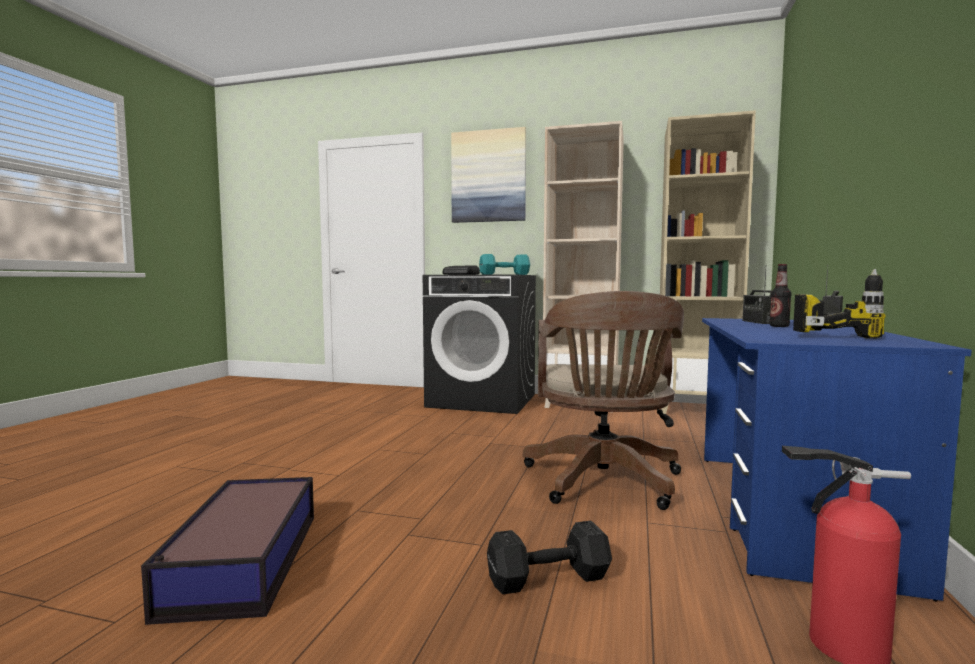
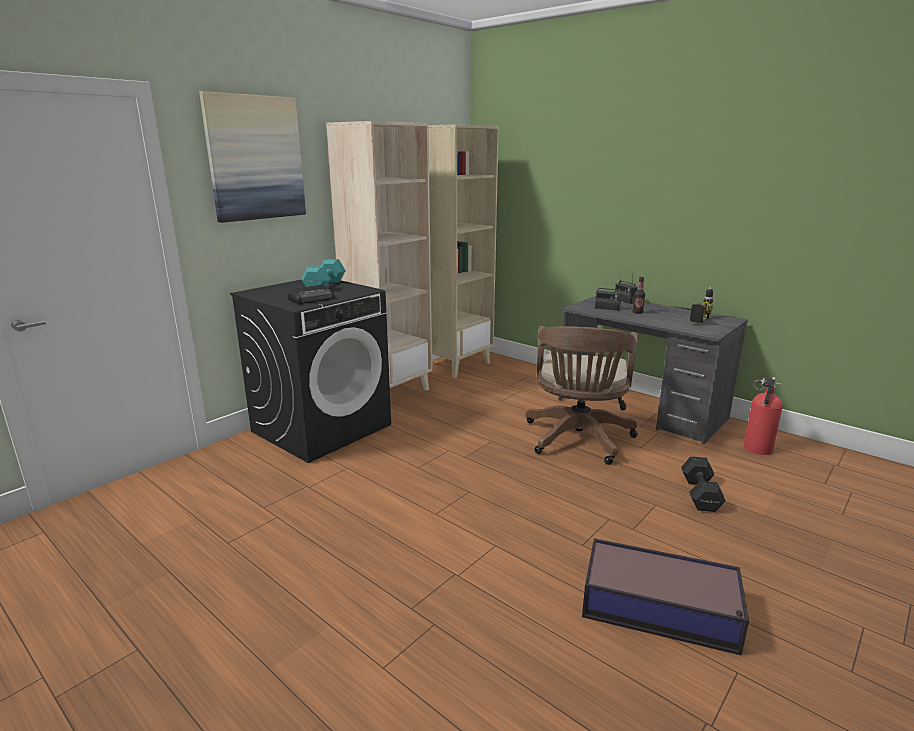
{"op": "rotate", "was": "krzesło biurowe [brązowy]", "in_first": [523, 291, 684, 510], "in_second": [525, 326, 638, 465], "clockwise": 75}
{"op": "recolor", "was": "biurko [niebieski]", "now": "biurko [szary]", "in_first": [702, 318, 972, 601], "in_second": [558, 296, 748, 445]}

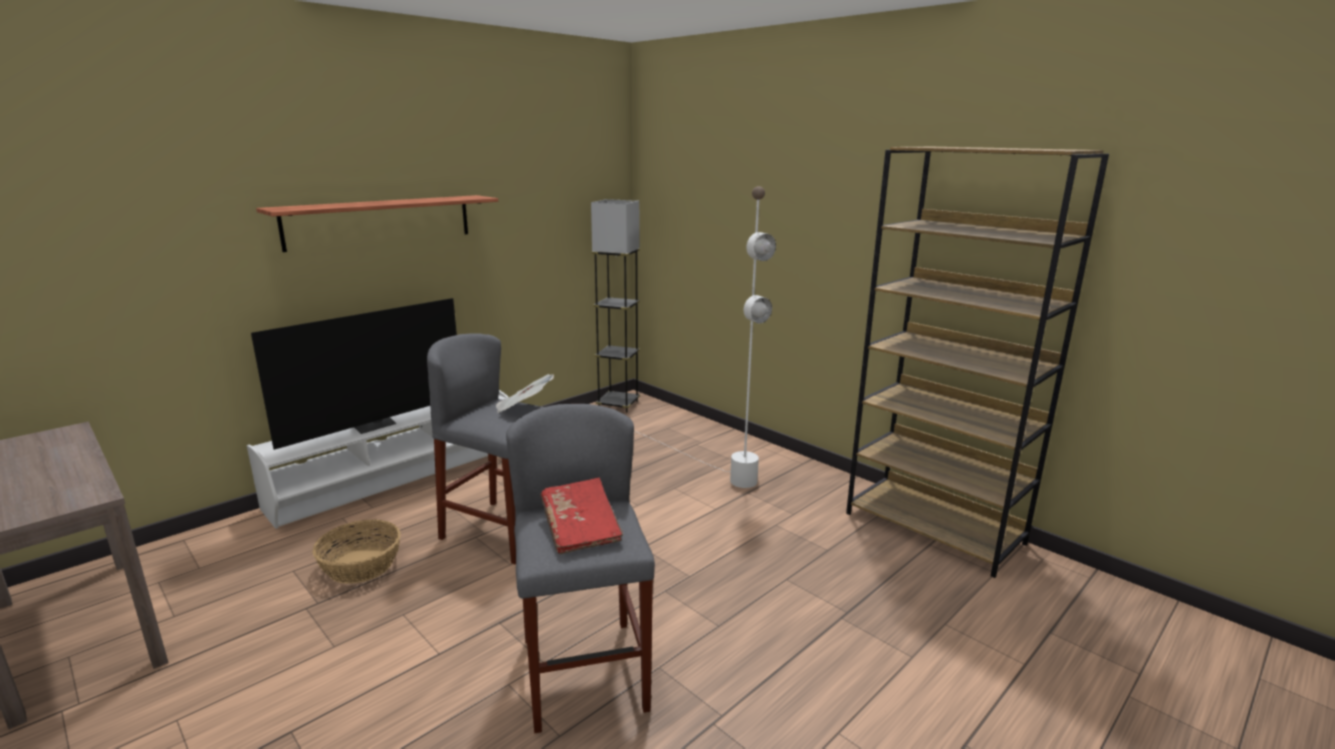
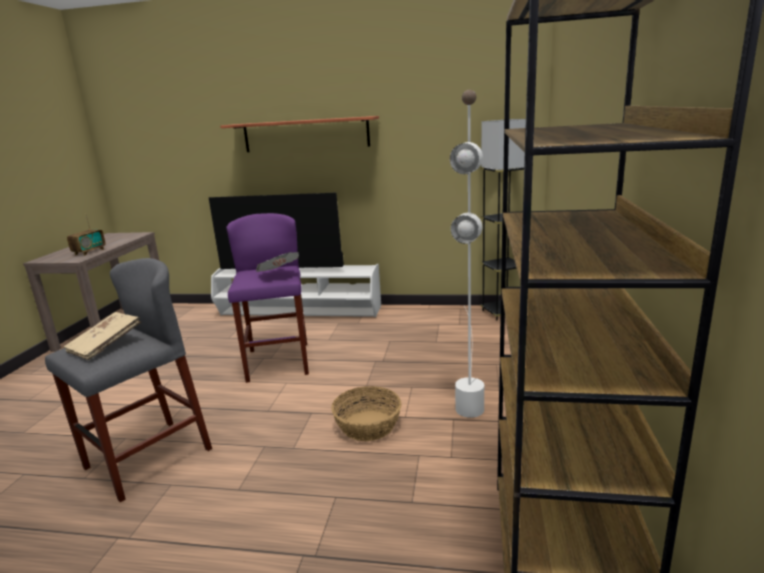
{"op": "move", "was": "koszyk", "in_first": [312, 520, 401, 584], "in_second": [331, 386, 402, 441]}
{"op": "recolor", "was": "stołek [szary]", "now": "stołek [fioletowy]", "in_first": [427, 333, 543, 564], "in_second": [226, 213, 309, 383]}
{"op": "recolor", "was": "książka [czerwony]", "now": "książka [beżowy]", "in_first": [540, 477, 623, 555], "in_second": [64, 312, 141, 360]}
{"op": "insert", "now": "radio", "in_second": [67, 215, 106, 256]}

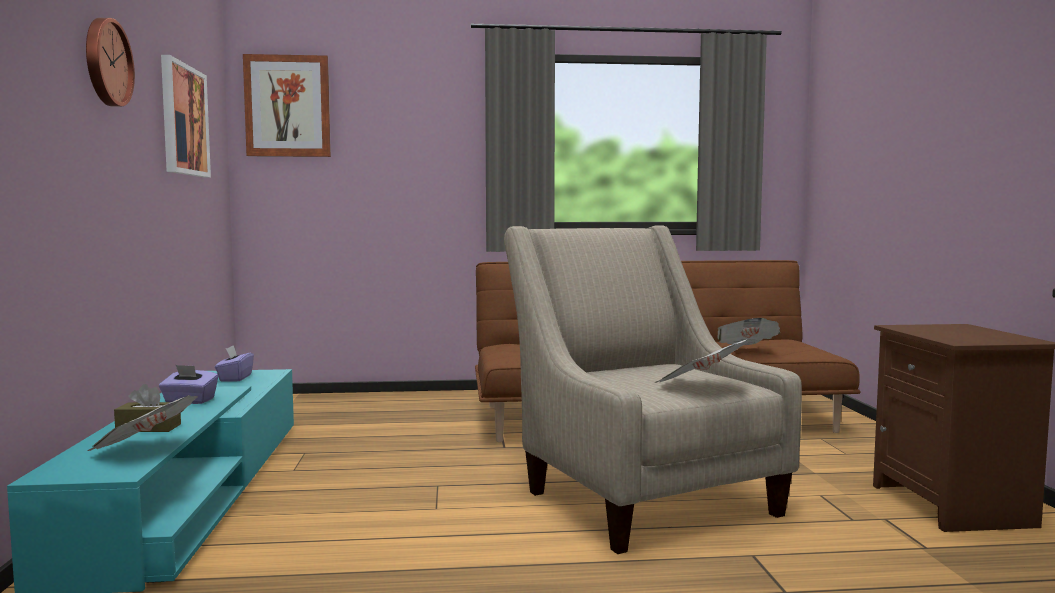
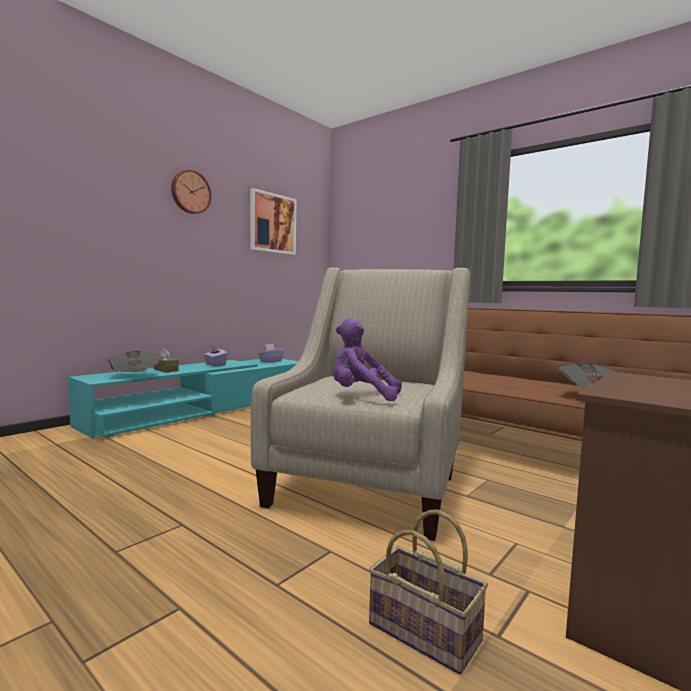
{"op": "delete", "was": "obraz", "in_first": [243, 54, 331, 157]}
{"op": "replace", "was": "gazeta", "now": "pluszak [fioletowy]", "in_first": [655, 339, 748, 383], "in_second": [333, 318, 402, 401]}
{"op": "insert", "now": "koszyk", "in_second": [369, 510, 488, 675]}

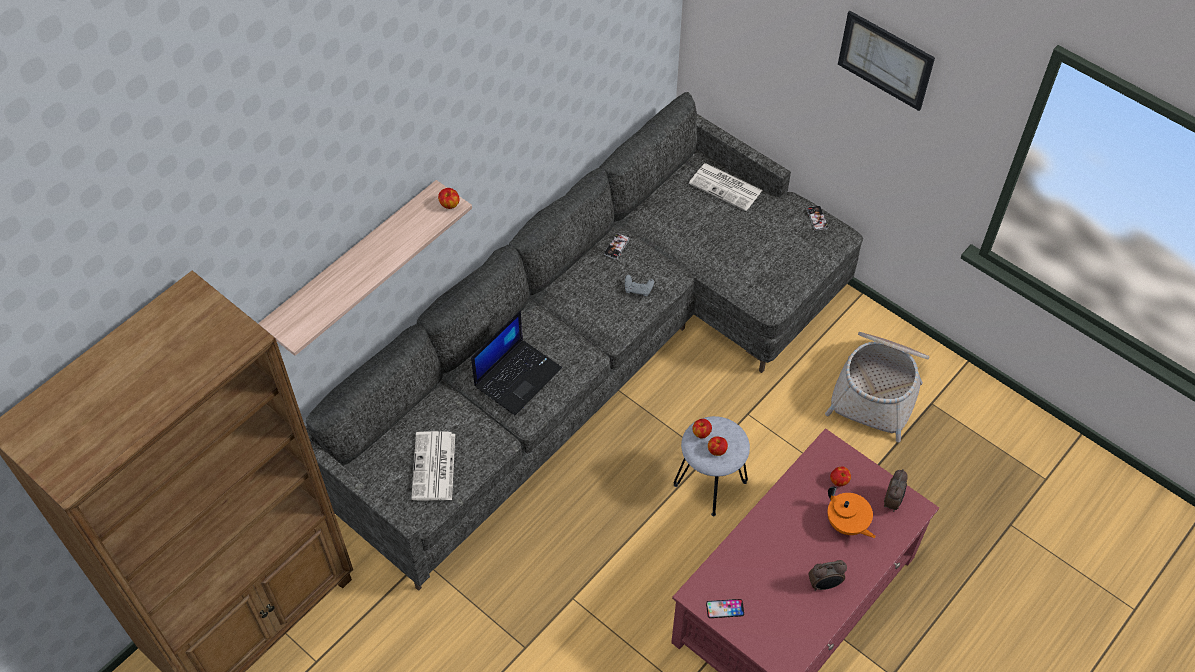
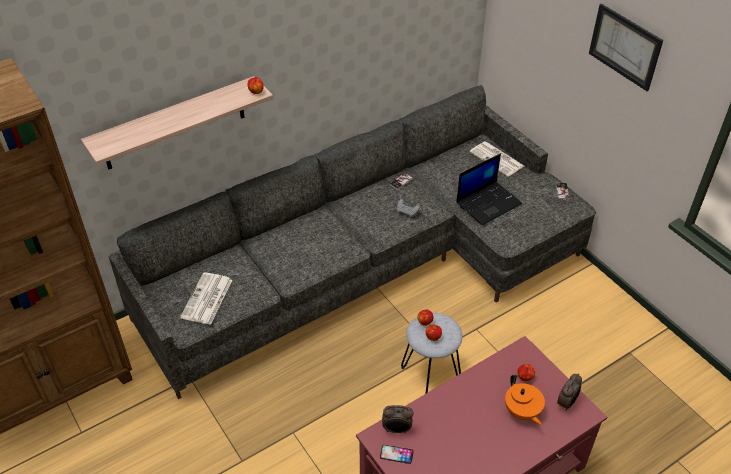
{"op": "move", "was": "laptop", "in_first": [471, 310, 562, 415], "in_second": [456, 153, 522, 226]}
{"op": "move", "was": "budzik", "in_first": [808, 560, 847, 591], "in_second": [382, 405, 413, 434]}
{"op": "delete", "was": "koszyk", "in_first": [825, 332, 929, 442]}

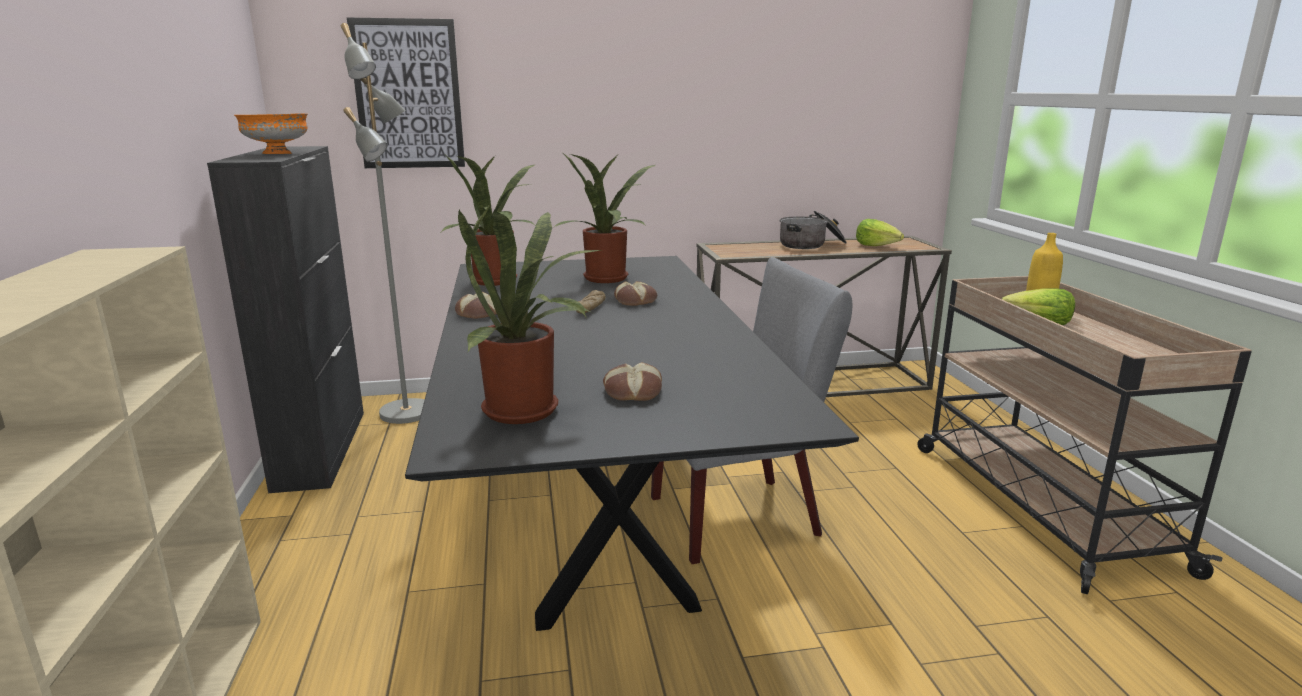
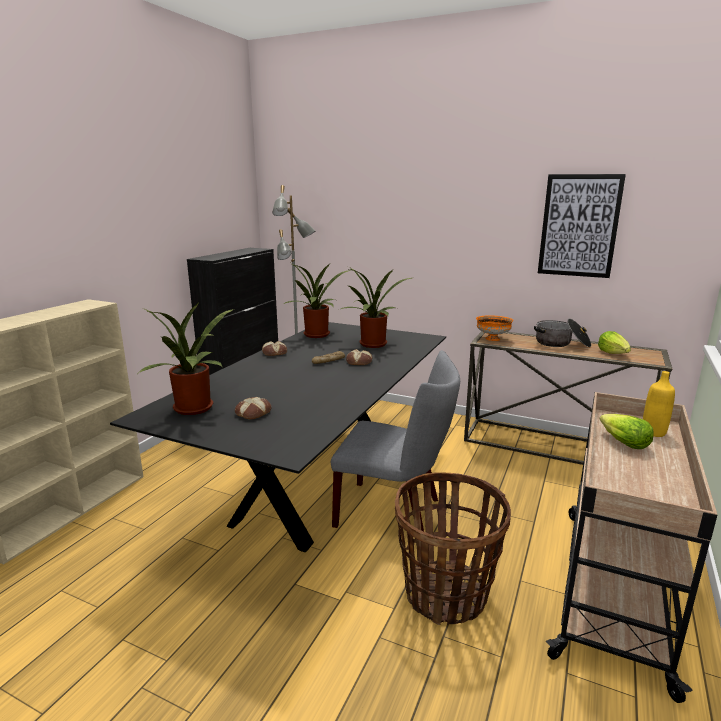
{"op": "move", "was": "miska [pomarańczowy]", "in_first": [234, 114, 308, 154], "in_second": [476, 315, 513, 341]}
{"op": "move", "was": "obraz", "in_first": [347, 17, 465, 168], "in_second": [538, 174, 626, 278]}
{"op": "insert", "now": "koszyk", "in_second": [395, 472, 511, 625]}

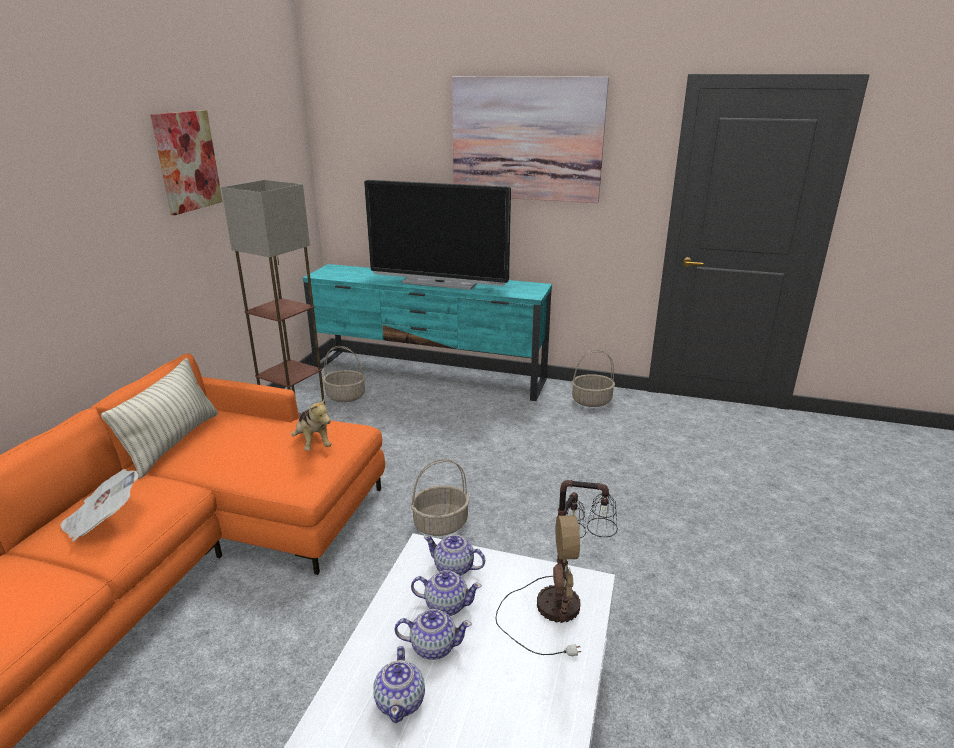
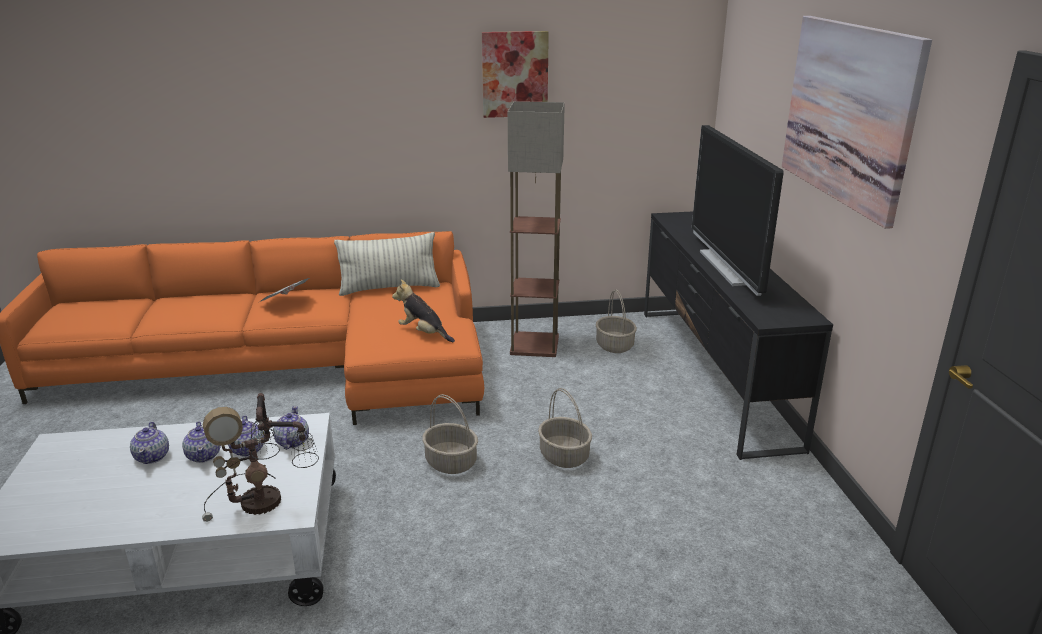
{"op": "rotate", "was": "pluszak", "in_first": [291, 397, 331, 451], "in_second": [392, 279, 455, 342], "clockwise": 90}
{"op": "recolor", "was": "szafka pod telewizor [turkusowy]", "now": "szafka pod telewizor [czarny]", "in_first": [303, 264, 552, 401], "in_second": [644, 211, 833, 460]}
{"op": "rotate", "was": "imbryk", "in_first": [374, 646, 425, 723], "in_second": [130, 422, 169, 464], "clockwise": -75}
{"op": "move", "was": "koszyk", "in_first": [572, 350, 615, 407], "in_second": [538, 388, 592, 468]}

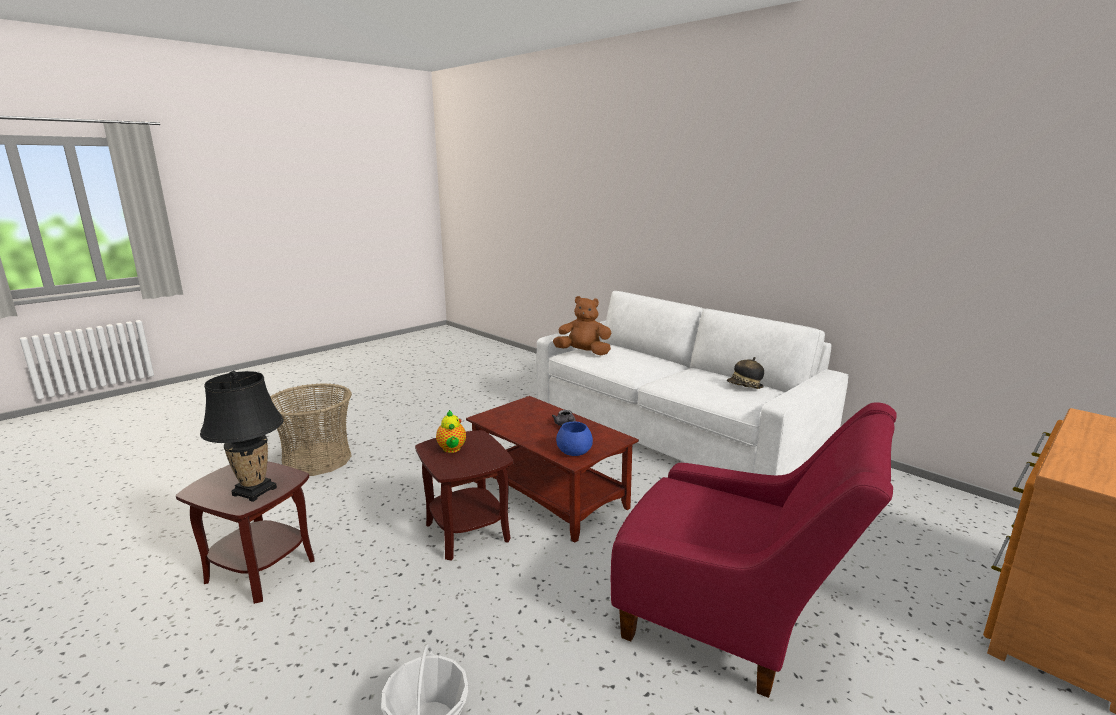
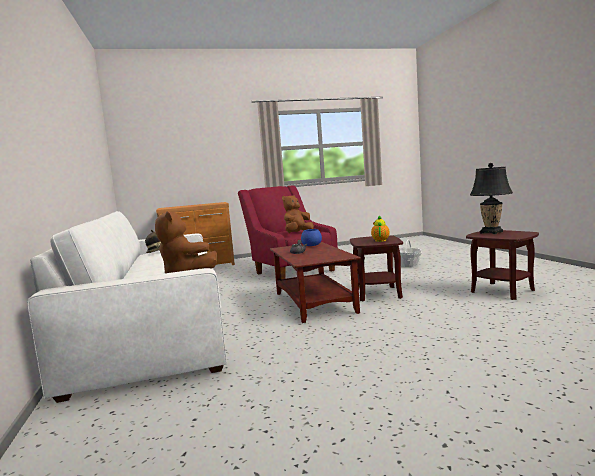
{"op": "delete", "was": "koszyk", "in_first": [270, 383, 352, 476]}
{"op": "insert", "now": "pluszak [brązowy]", "in_second": [282, 195, 314, 233]}

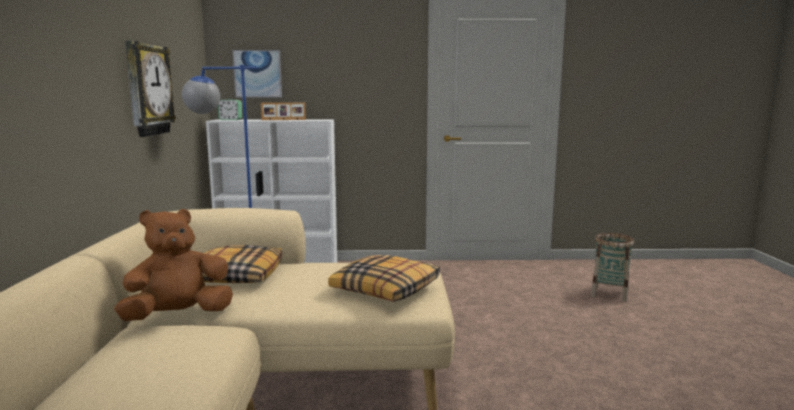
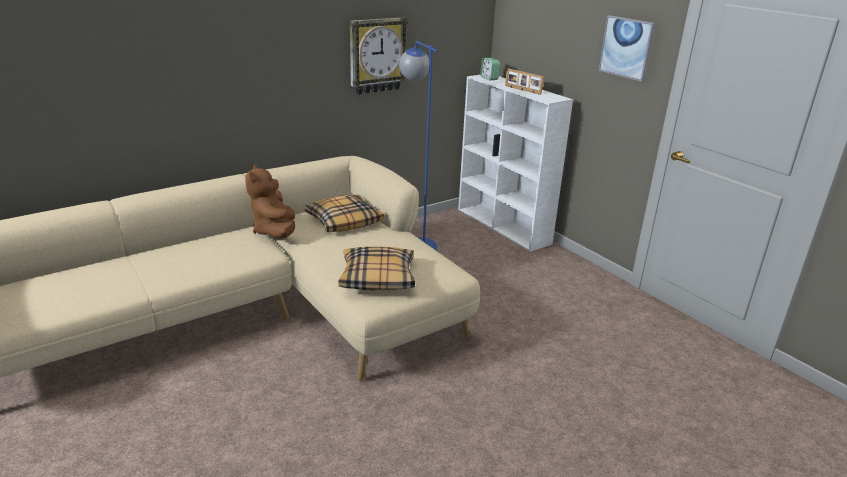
{"op": "rotate", "was": "pluszak [brązowy]", "in_first": [114, 209, 233, 321], "in_second": [245, 165, 295, 238], "clockwise": -120}
{"op": "move", "was": "obraz", "in_first": [232, 50, 282, 98], "in_second": [599, 15, 655, 82]}
{"op": "delete", "was": "koszyk", "in_first": [591, 233, 634, 302]}

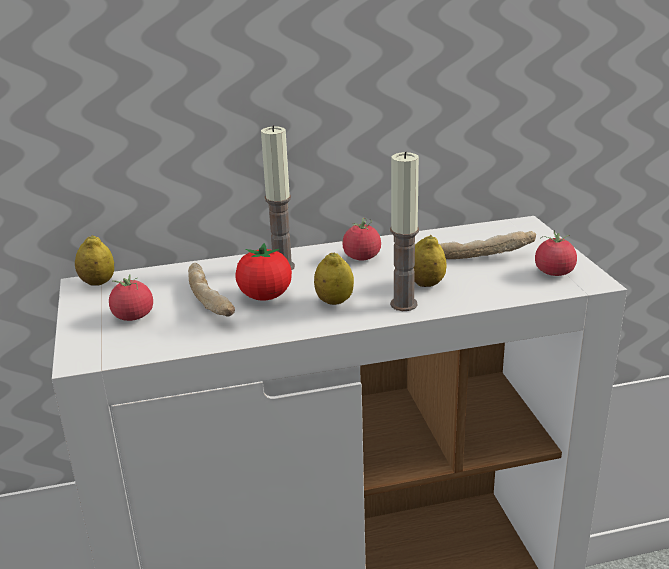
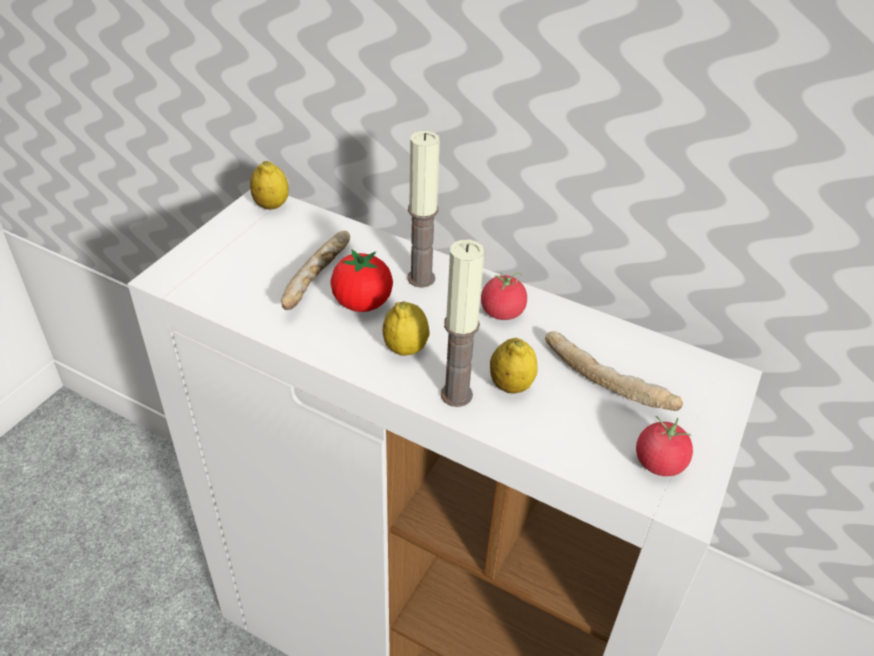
{"op": "delete", "was": "pomidor", "in_first": [109, 274, 153, 321]}

